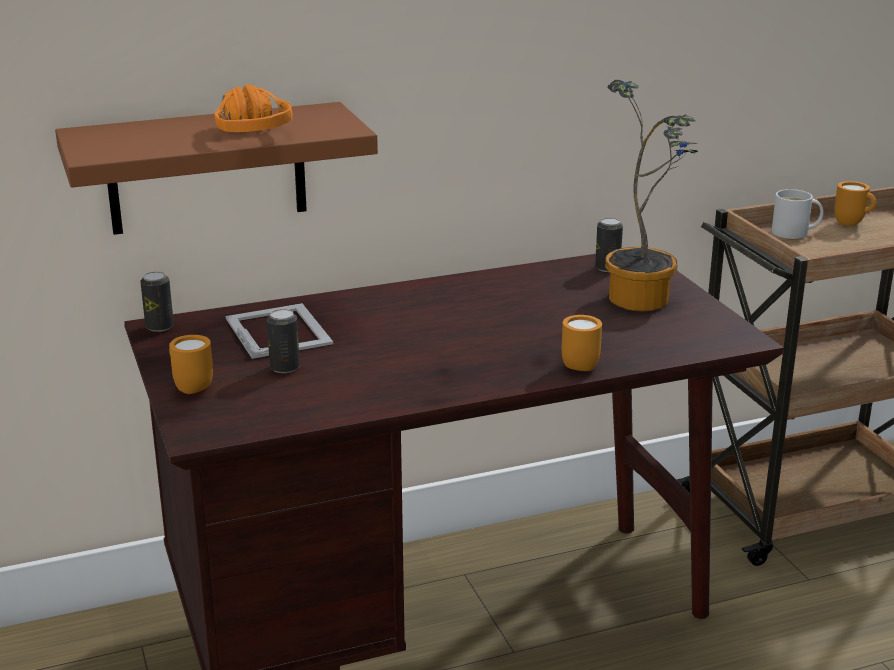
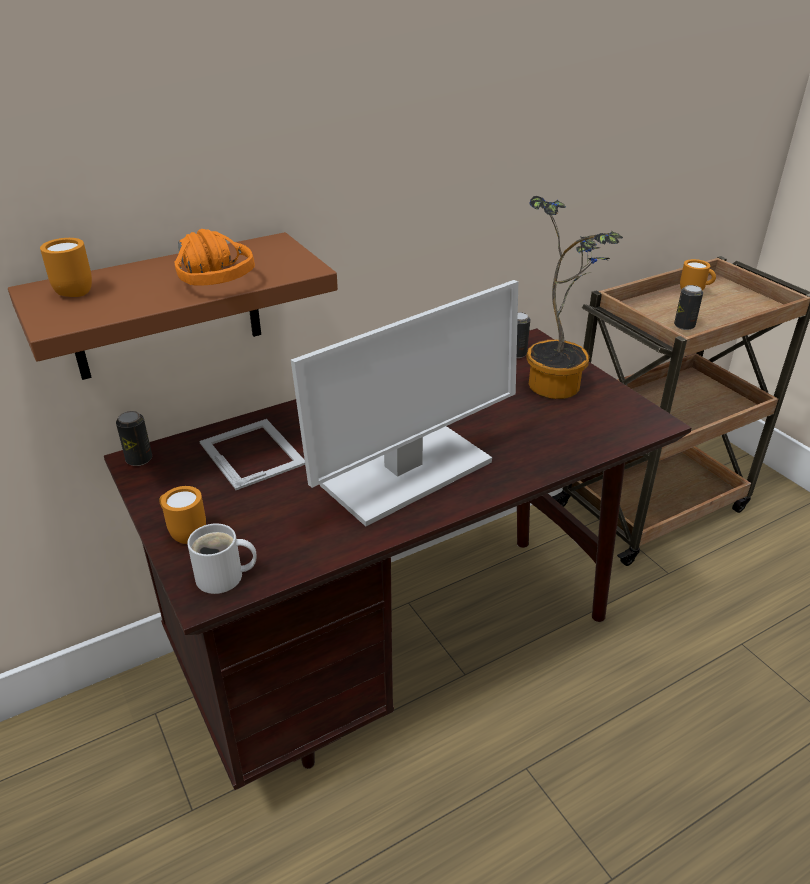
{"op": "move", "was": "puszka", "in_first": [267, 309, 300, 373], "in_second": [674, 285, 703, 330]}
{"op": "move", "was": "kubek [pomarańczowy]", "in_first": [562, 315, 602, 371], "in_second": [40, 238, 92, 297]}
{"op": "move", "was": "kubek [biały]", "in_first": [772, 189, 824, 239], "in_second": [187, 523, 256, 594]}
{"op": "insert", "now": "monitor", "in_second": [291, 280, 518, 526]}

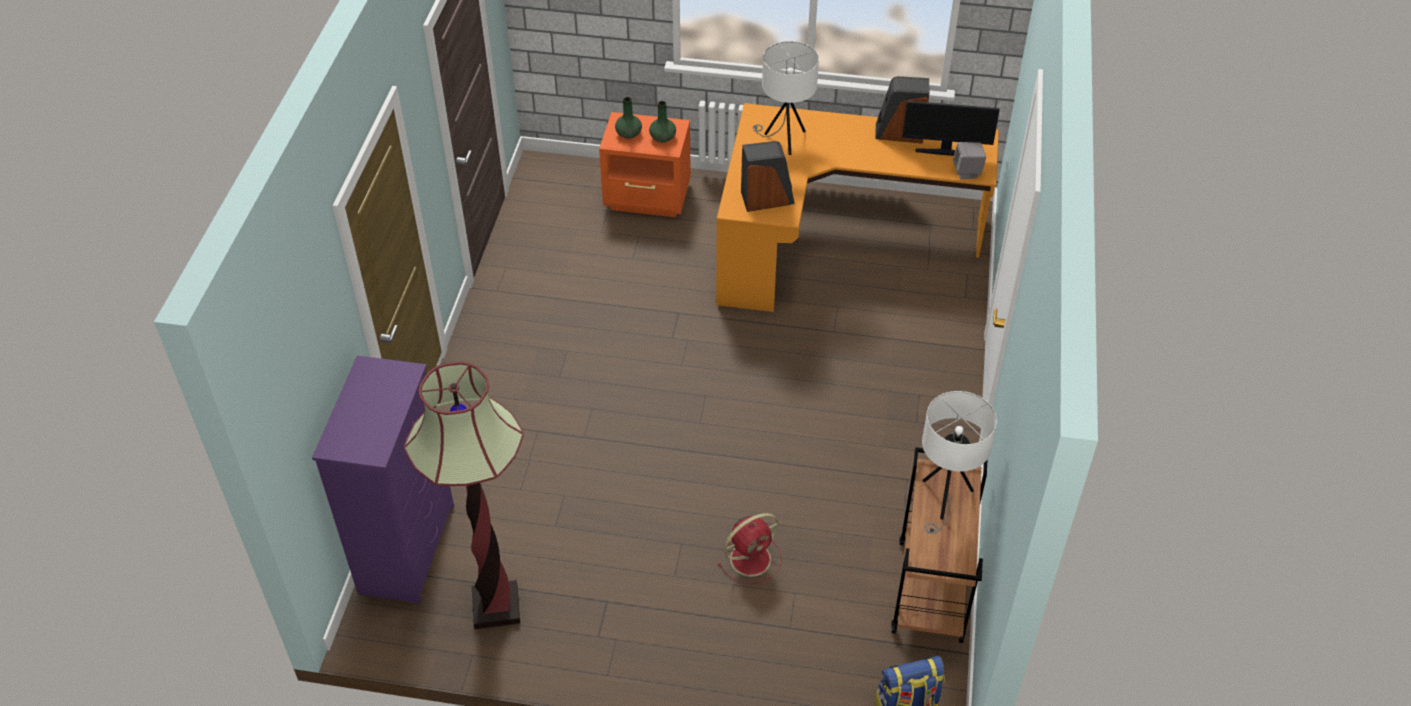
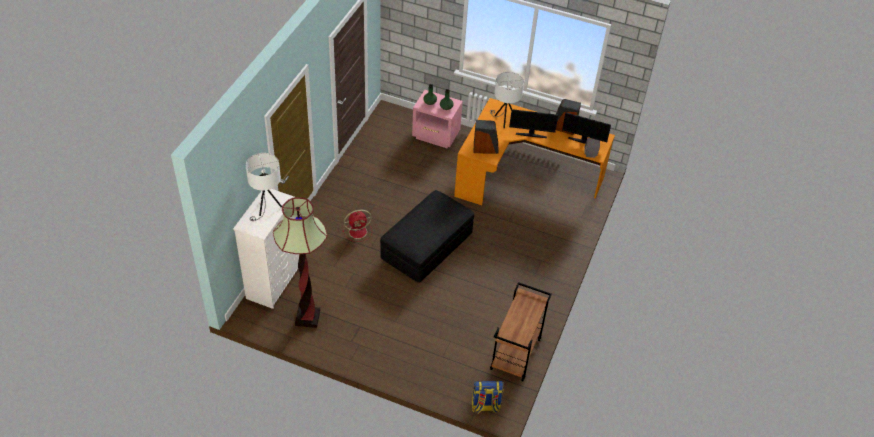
{"op": "recolor", "was": "komoda [fioletowy]", "now": "komoda [biały]", "in_first": [312, 356, 454, 603], "in_second": [233, 189, 299, 309]}
{"op": "recolor", "was": "szafka nocna [pomarańczowy]", "now": "szafka nocna [różowy]", "in_first": [599, 112, 691, 217], "in_second": [412, 90, 463, 148]}
{"op": "move", "was": "wentylator [czerwony]", "in_first": [717, 513, 782, 584], "in_second": [343, 210, 372, 242]}
{"op": "move", "was": "lampa stołowa [biały]", "in_first": [922, 391, 997, 534], "in_second": [246, 153, 282, 221]}
{"op": "insert", "now": "pufa [czarny]", "in_second": [380, 190, 474, 283]}
{"op": "insert", "now": "monitor", "in_second": [509, 109, 558, 138]}

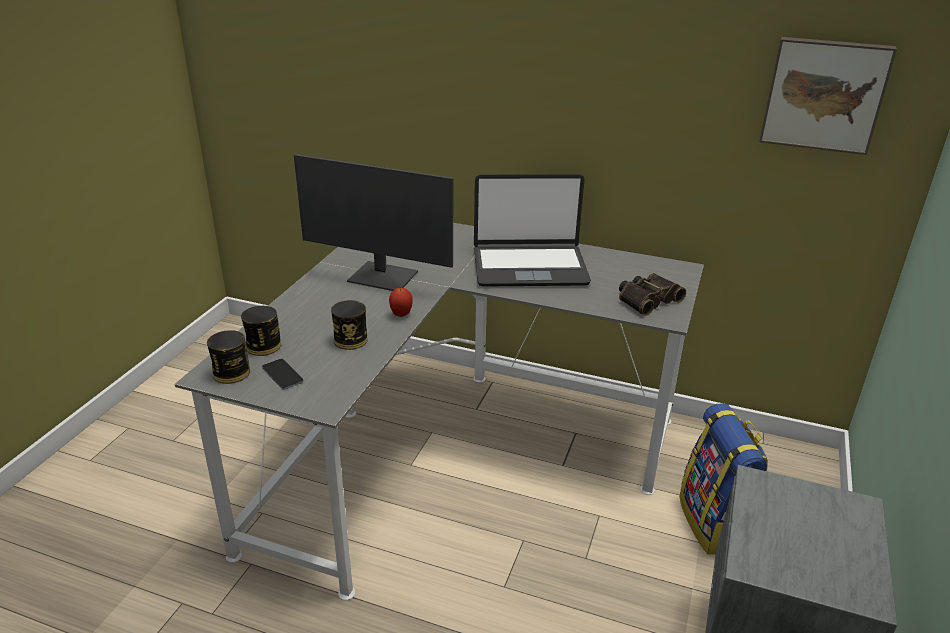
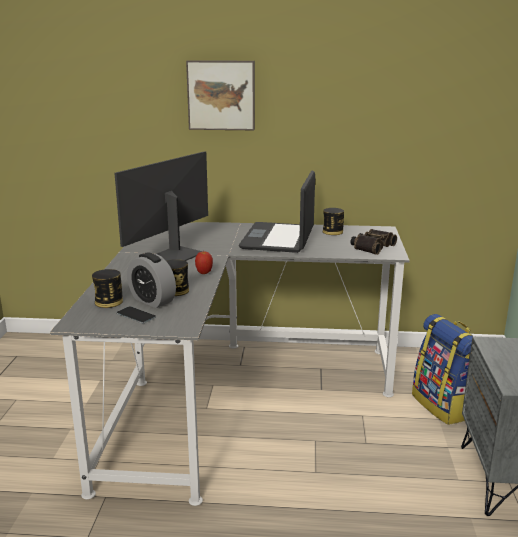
{"op": "move", "was": "puszka", "in_first": [207, 330, 250, 384], "in_second": [323, 208, 344, 235]}
{"op": "rotate", "was": "monitor", "in_first": [294, 154, 453, 291], "in_second": [115, 151, 208, 261], "clockwise": 120}
{"op": "rotate", "was": "laptop", "in_first": [474, 174, 591, 287], "in_second": [239, 170, 315, 253], "clockwise": 120}
{"op": "move", "was": "obraz", "in_first": [759, 37, 897, 155], "in_second": [186, 60, 255, 130]}
{"op": "insert", "now": "budzik", "in_second": [127, 253, 176, 308]}

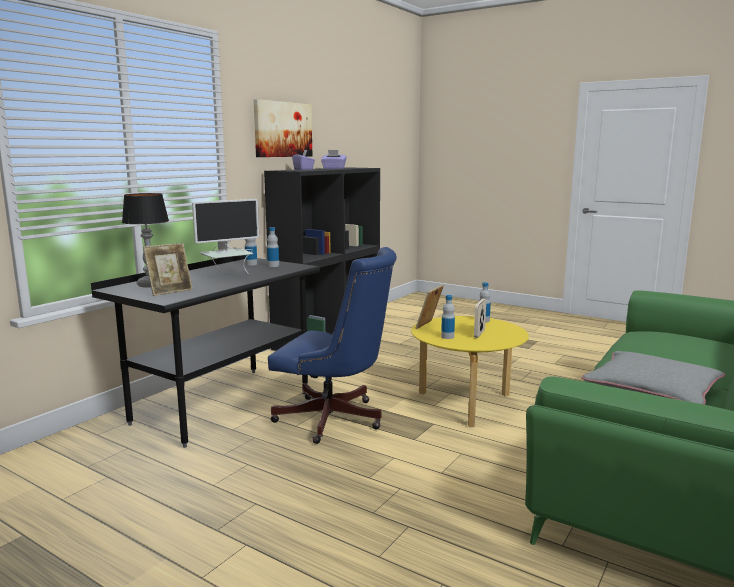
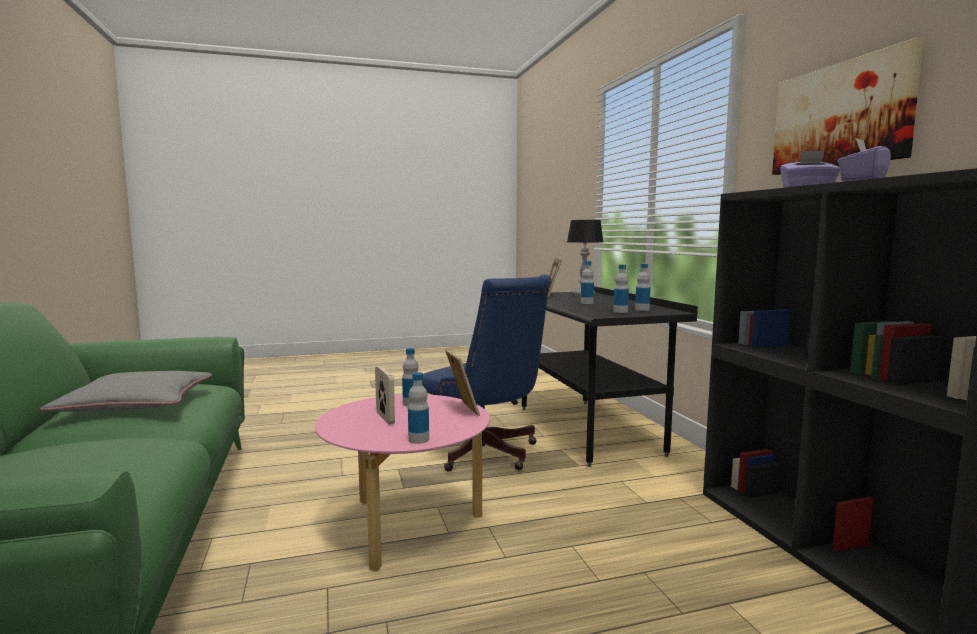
{"op": "replace", "was": "monitor", "now": "butelka", "in_first": [192, 199, 259, 273], "in_second": [581, 261, 594, 304]}
{"op": "rotate", "was": "krzesło biurowe [niebieski]", "in_first": [268, 247, 397, 444], "in_second": [422, 274, 552, 471], "clockwise": -105}
{"op": "recolor", "was": "ława [żółty]", "now": "ława [różowy]", "in_first": [411, 316, 529, 427], "in_second": [315, 395, 490, 571]}

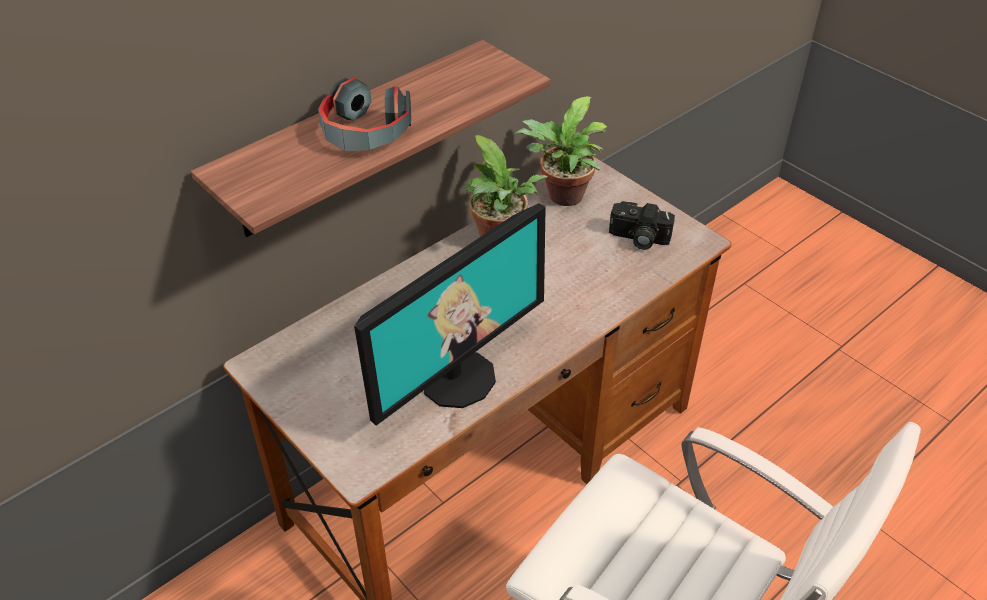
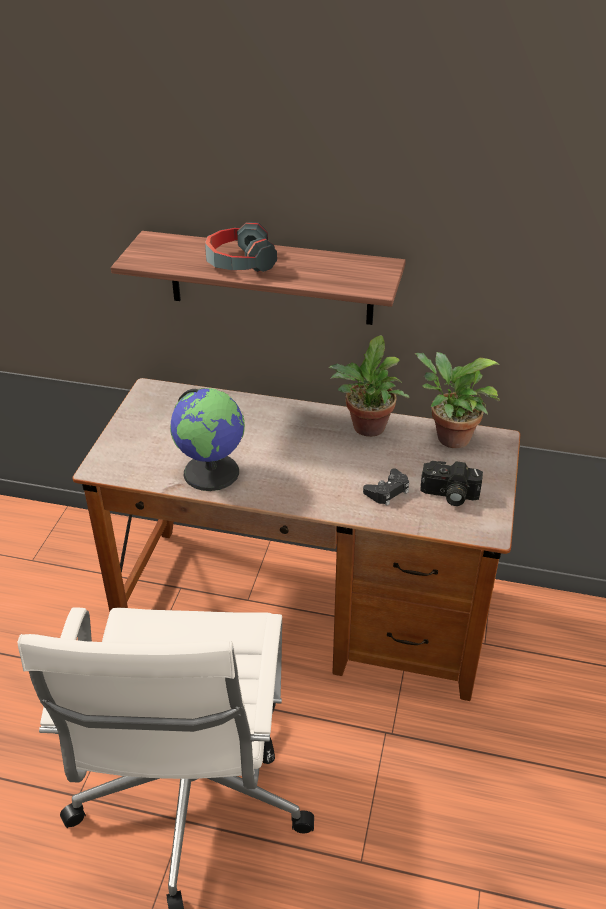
{"op": "replace", "was": "monitor", "now": "globus", "in_first": [354, 203, 546, 426], "in_second": [170, 388, 245, 491]}
{"op": "rotate", "was": "aparat fotograficzny", "in_first": [609, 201, 675, 250], "in_second": [420, 461, 483, 506], "clockwise": -60}
{"op": "insert", "now": "pad do gier [czarny]", "in_second": [363, 468, 409, 506]}

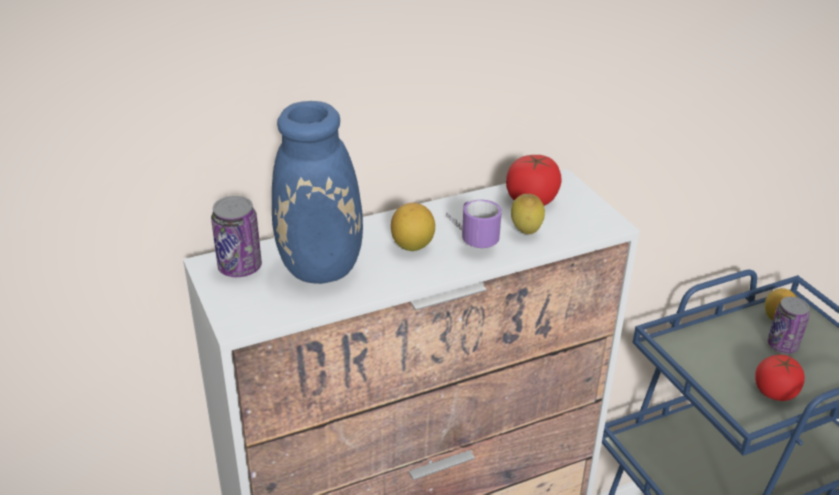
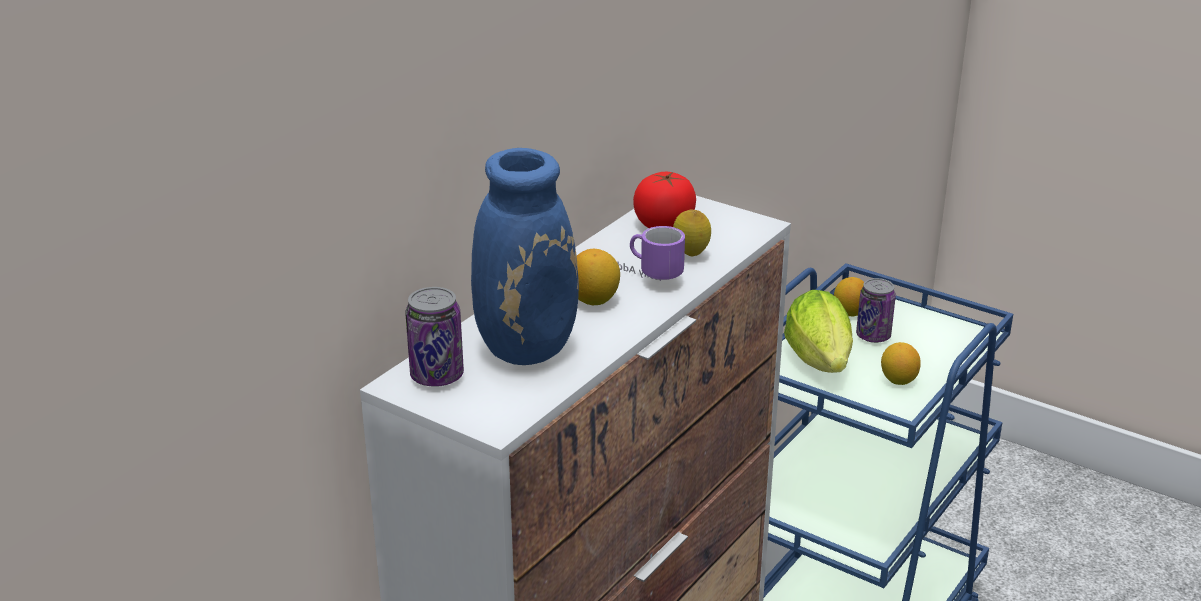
{"op": "replace", "was": "pomidor", "now": "cytryna", "in_first": [755, 355, 805, 401], "in_second": [881, 342, 921, 385]}
{"op": "insert", "now": "sałata", "in_second": [784, 290, 853, 373]}

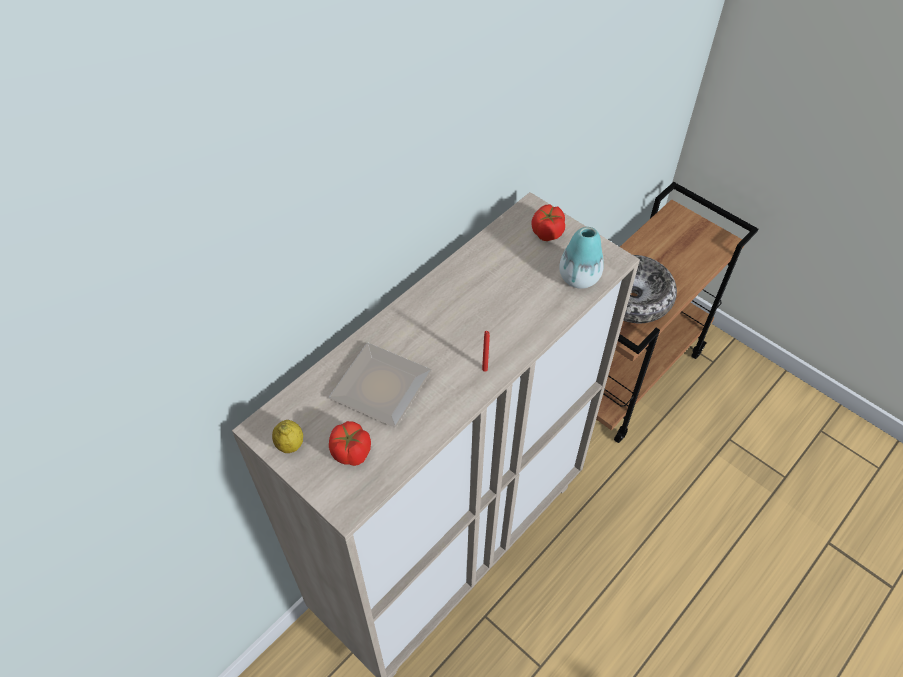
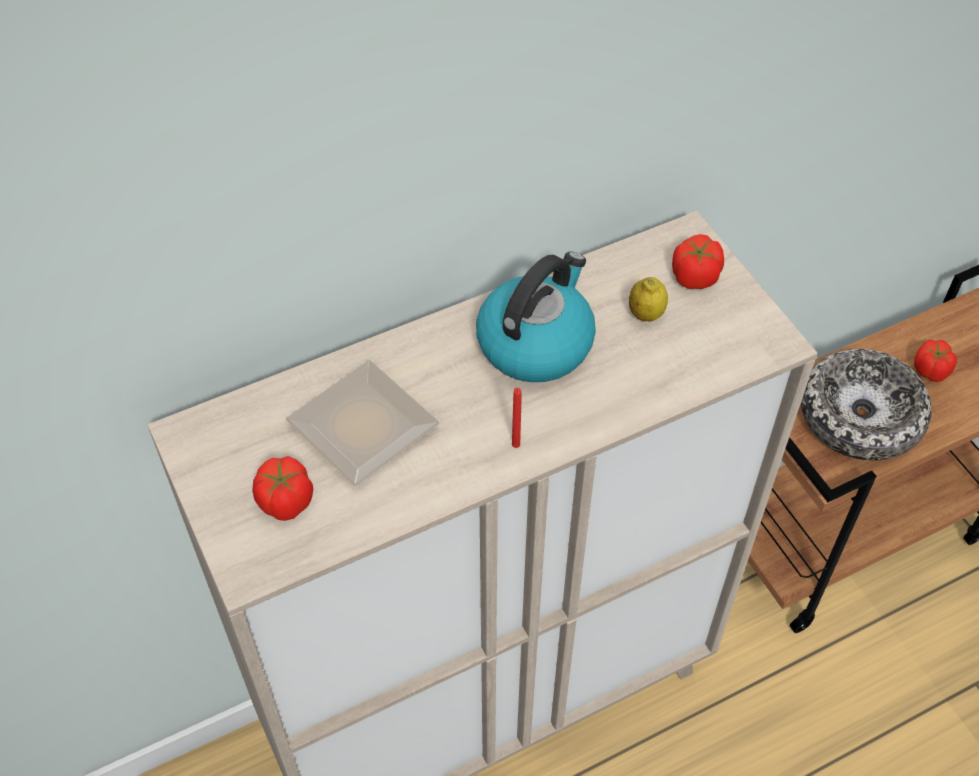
{"op": "move", "was": "cytryna", "in_first": [272, 420, 303, 453], "in_second": [629, 277, 668, 322]}
{"op": "delete", "was": "wazon", "in_first": [559, 227, 604, 289]}
{"op": "insert", "now": "czajnik", "in_second": [476, 252, 596, 382]}
{"op": "insert", "now": "pomidor", "in_second": [914, 340, 957, 382]}

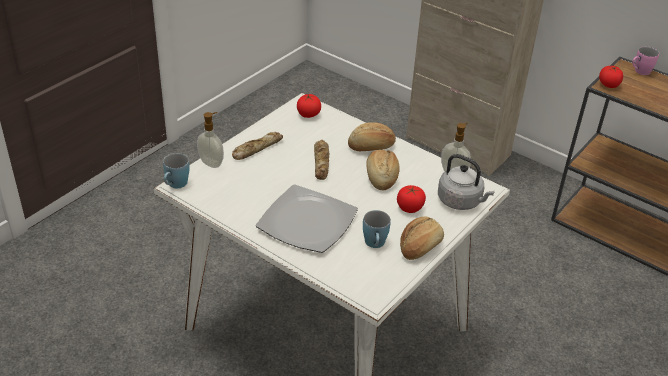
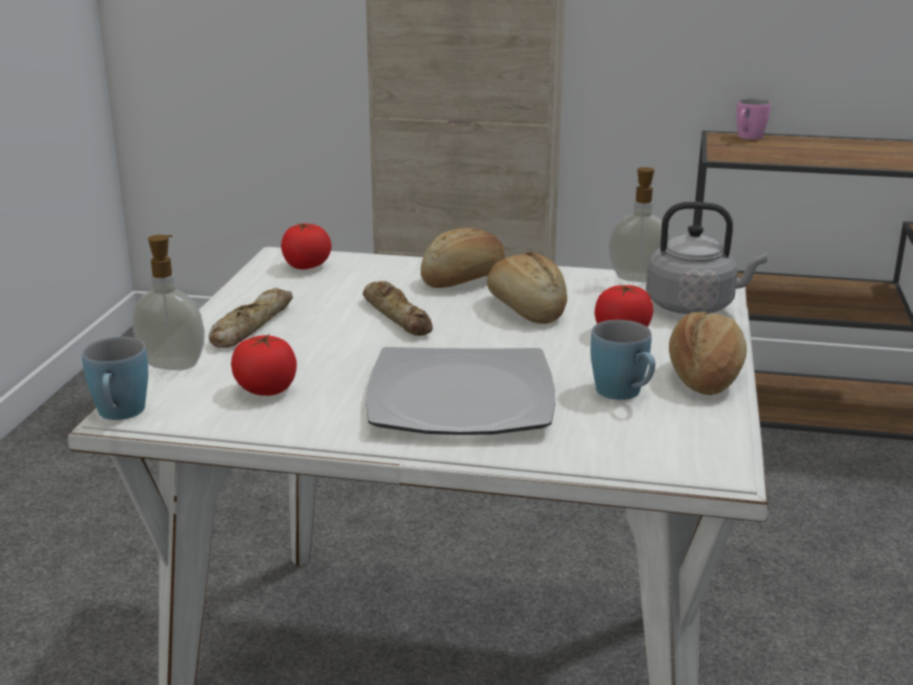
{"op": "move", "was": "pomidor", "in_first": [599, 66, 623, 88], "in_second": [231, 334, 297, 396]}

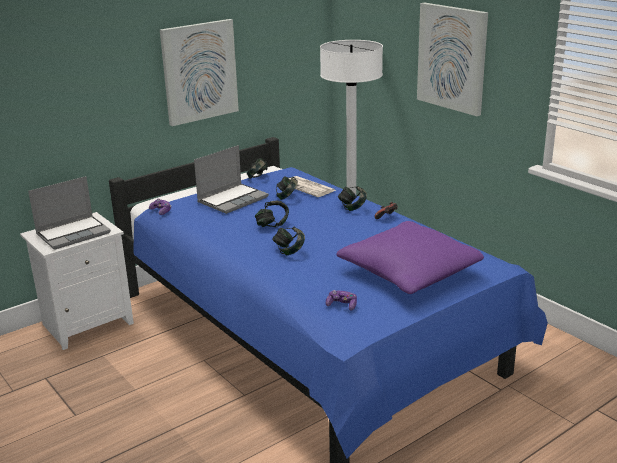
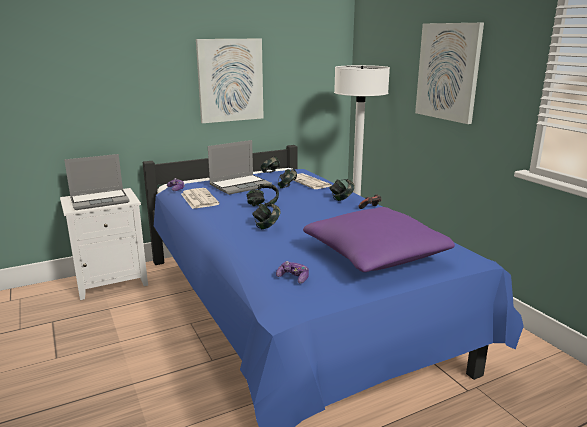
{"op": "insert", "now": "gazeta", "in_second": [181, 188, 220, 209]}

